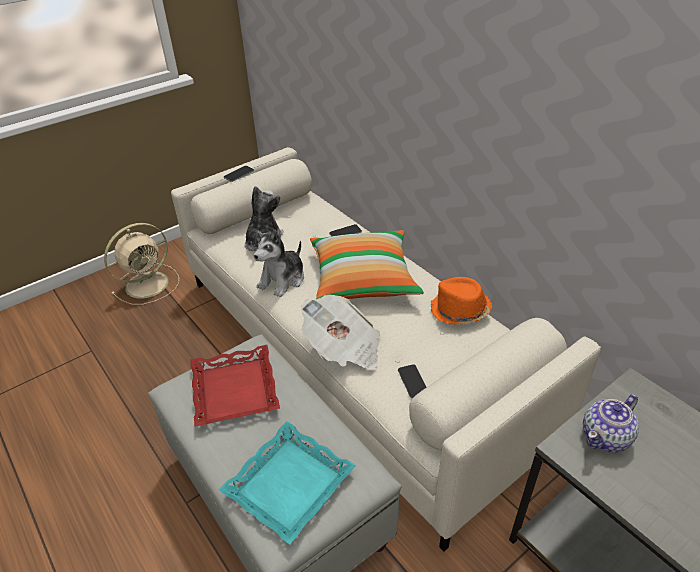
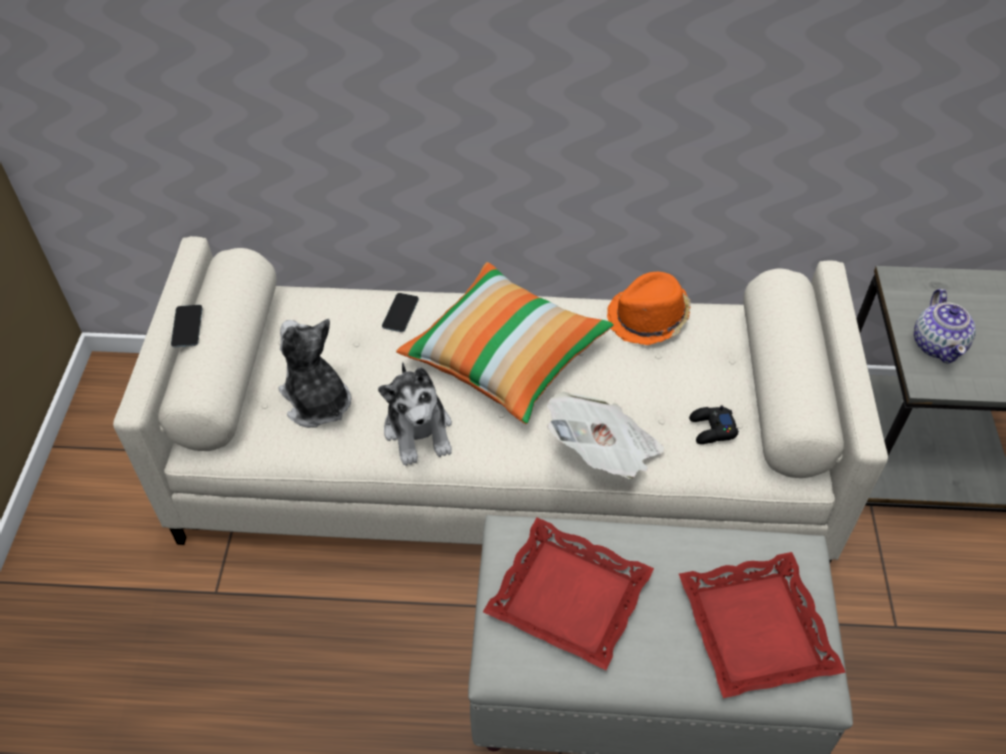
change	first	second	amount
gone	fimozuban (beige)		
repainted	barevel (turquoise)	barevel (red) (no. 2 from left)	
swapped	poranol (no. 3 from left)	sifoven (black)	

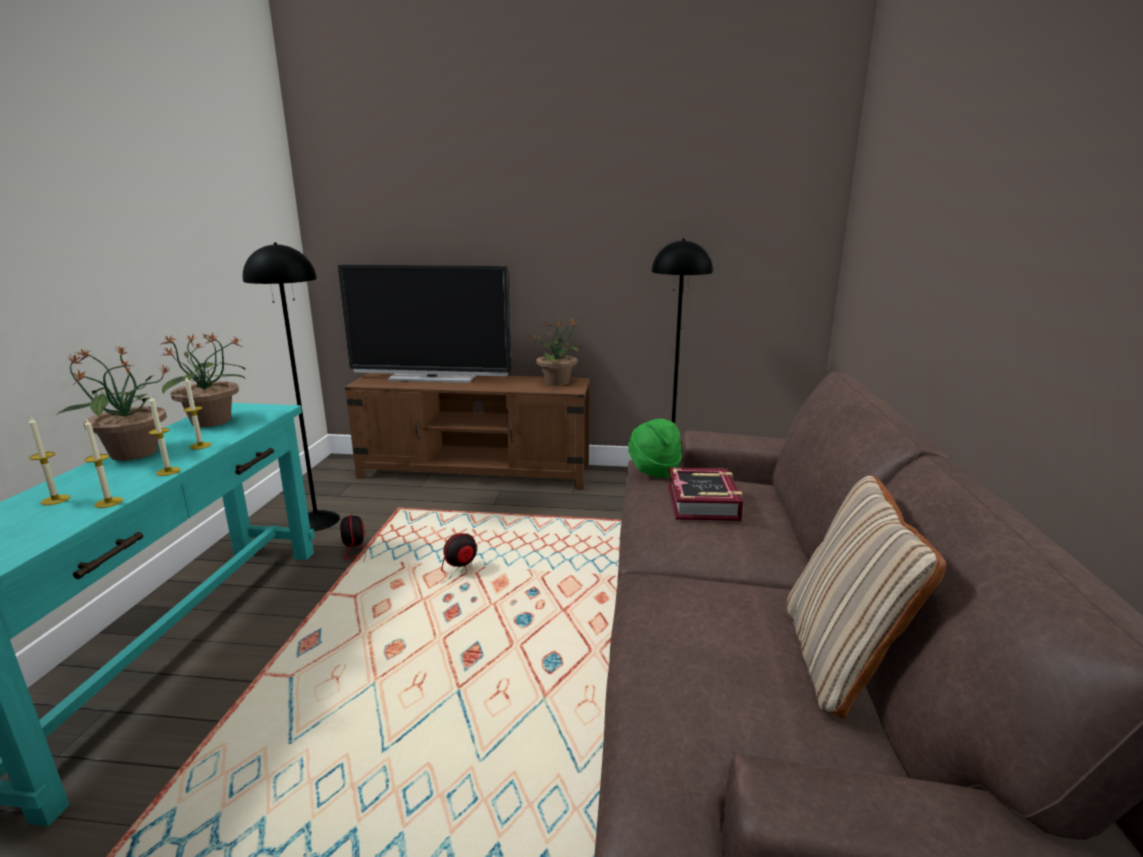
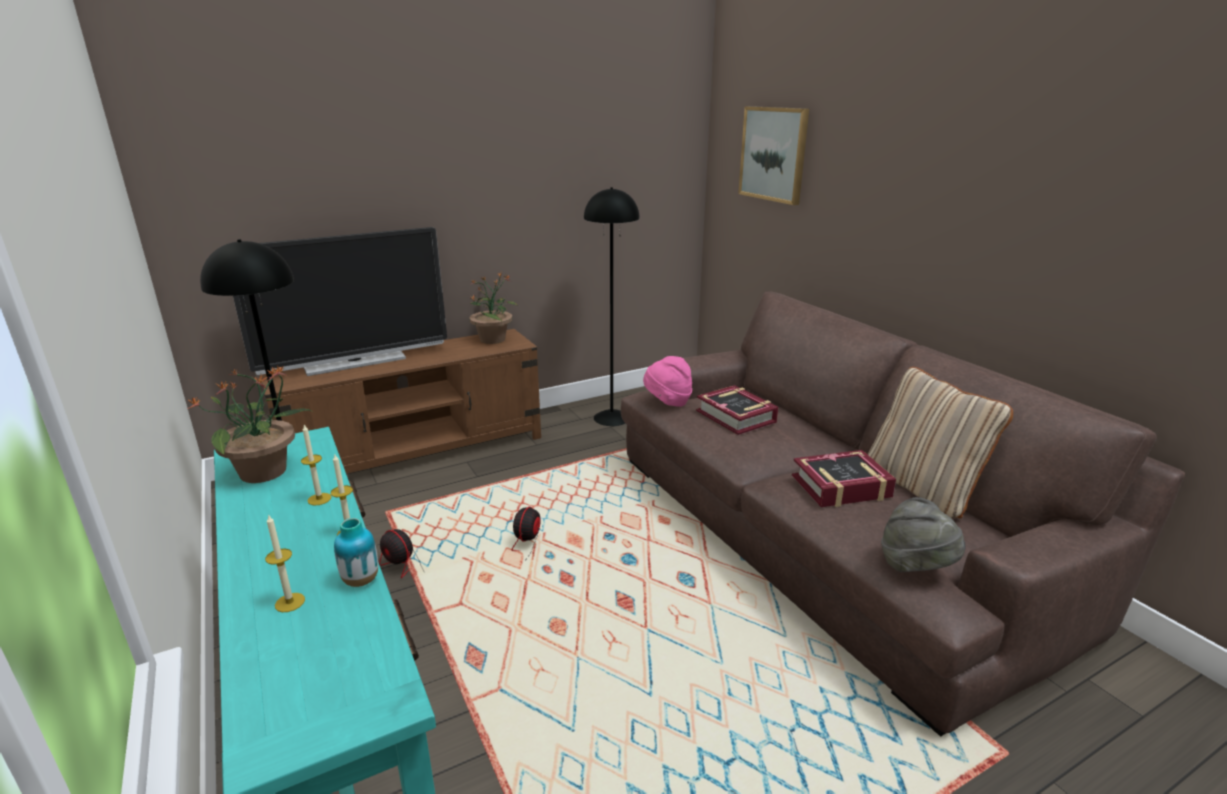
change	first	second	amount
gone	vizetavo (no. 1 from left)		
swapped	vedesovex (no. 2 from left)	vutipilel	
repainted	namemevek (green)	namemevek (pink)	
new		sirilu	
new		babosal (no. 2 from left)	
new		namemevek (grey)	

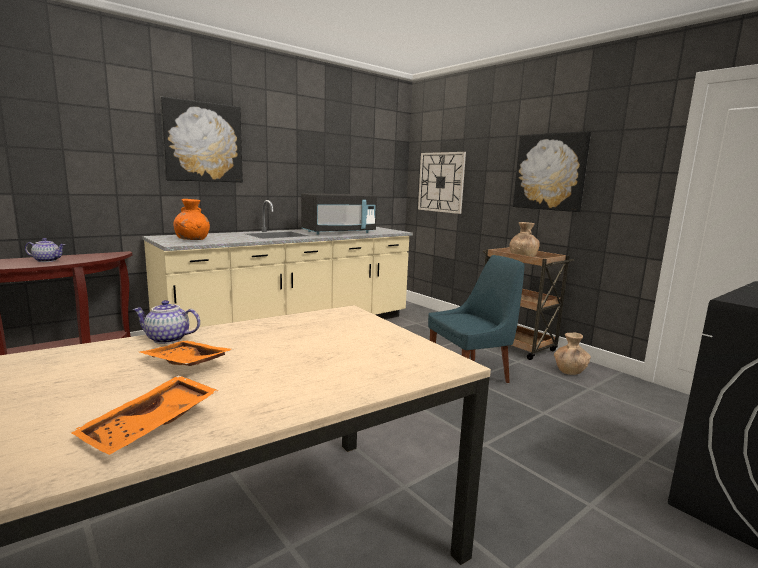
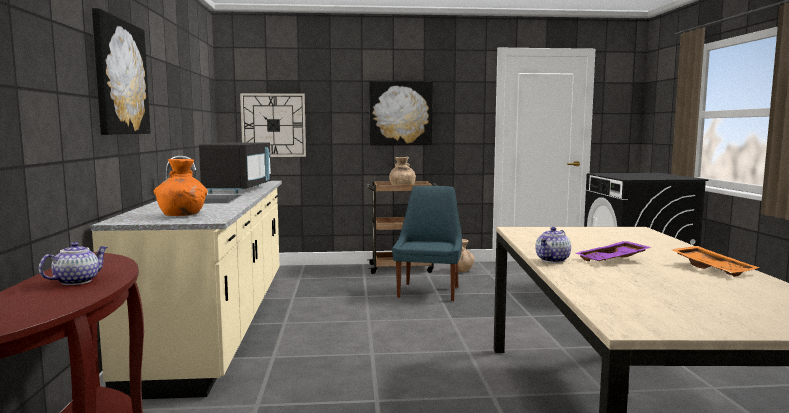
change	first	second	amount
repainted	barevel (orange) (no. 2 from left)	barevel (purple)	

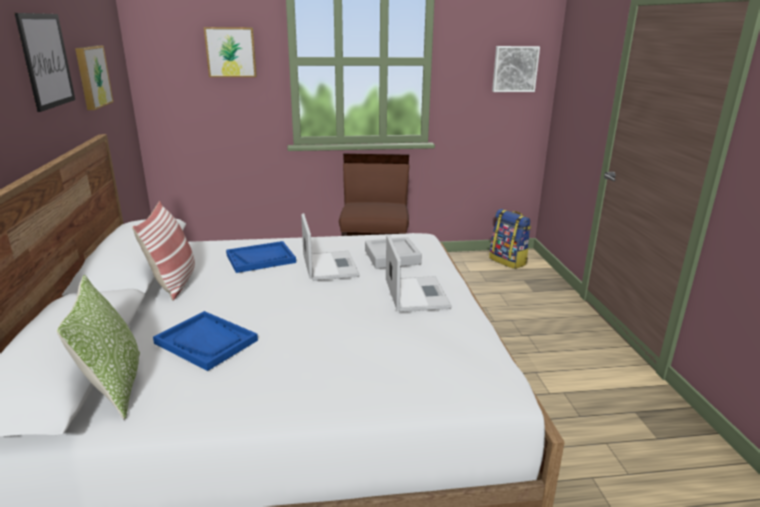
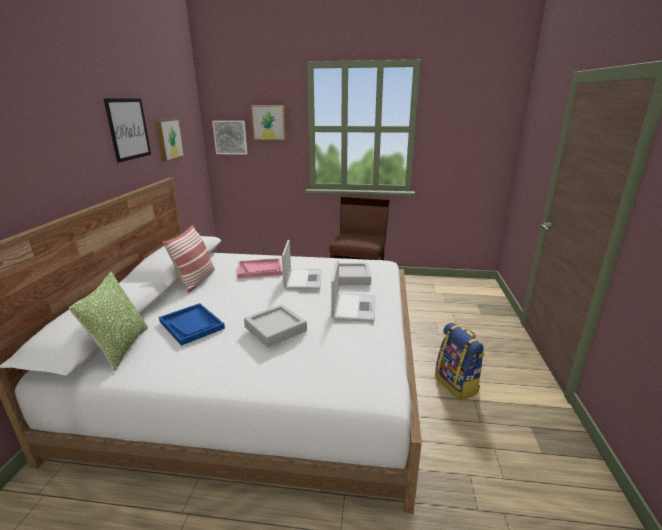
change	first	second	amount
repainted	barevel (blue) (no. 2 from left)	barevel (pink)	
shifted	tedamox		
shifted	sirilu (no. 4 from left in the first image)	sirilu (no. 3 from left)	
new		barevel (grey) (no. 1 from left)	

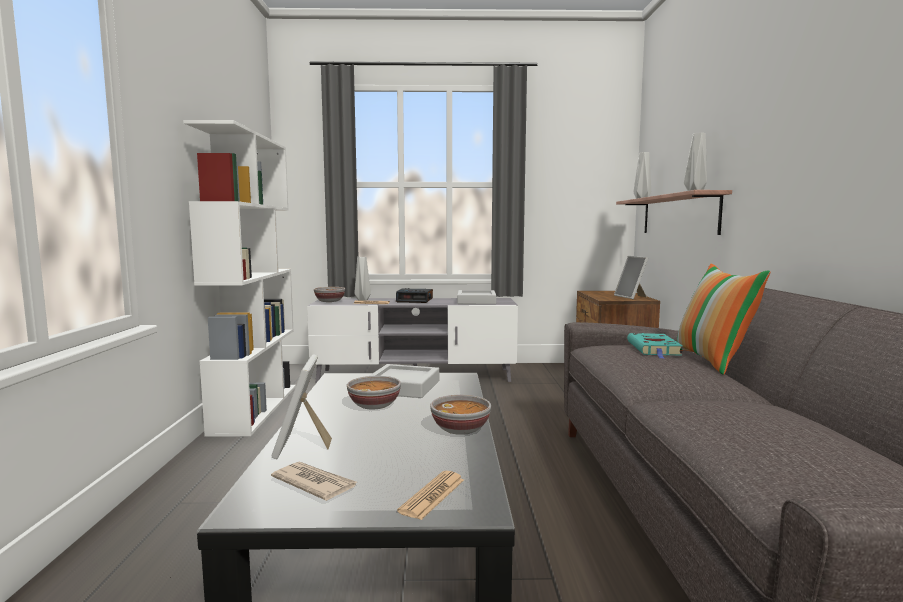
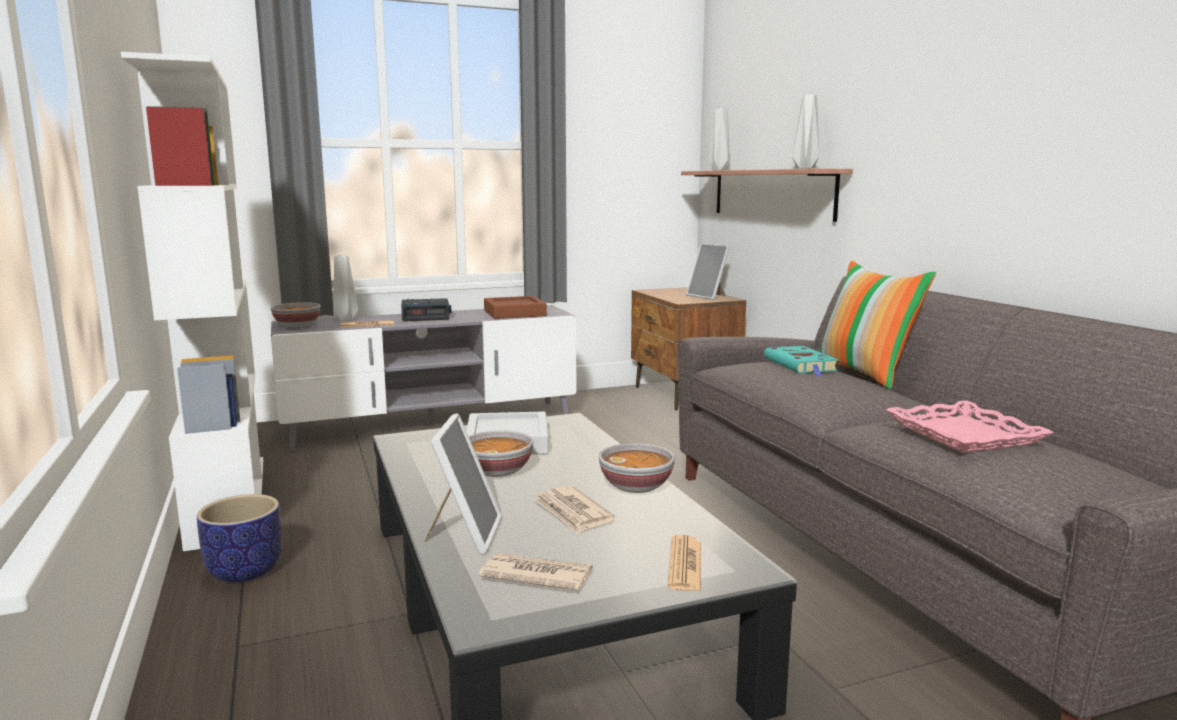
change	first	second	amount
rotated	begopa (no. 1 from left)		150 degrees counterclockwise
repainted	barevel (grey) (no. 2 from left)	barevel (brown)	
new		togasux	
new		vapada (no. 3 from left)	
new		barevel (pink)	

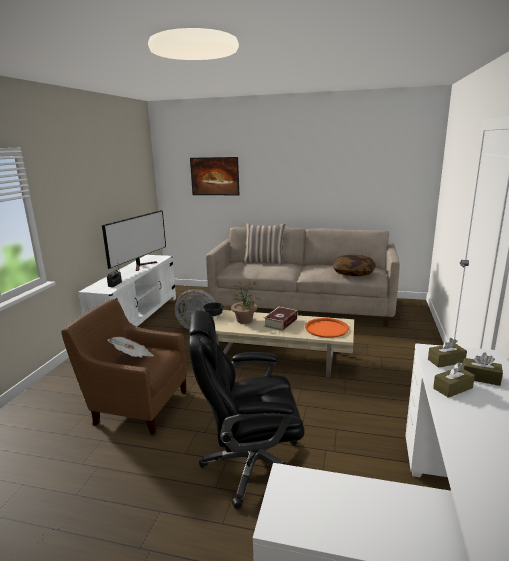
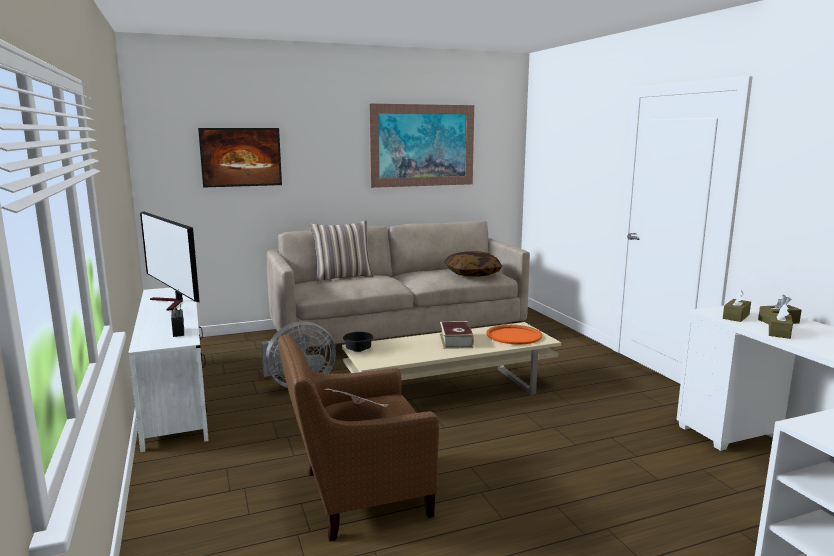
change	first	second	amount
rotated	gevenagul		150 degrees clockwise
gone	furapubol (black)		
gone	vizetavo		
new		sirilu (no. 2 from left)	

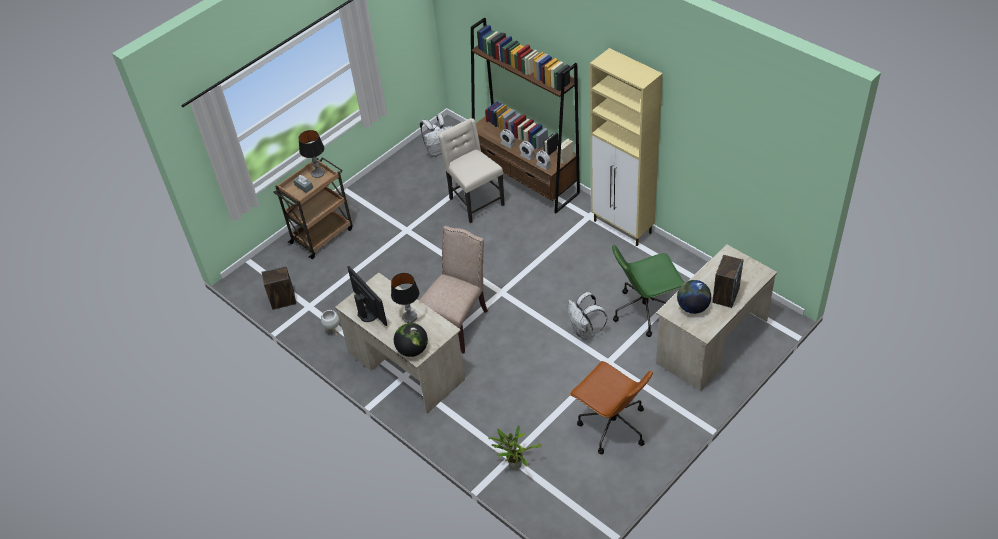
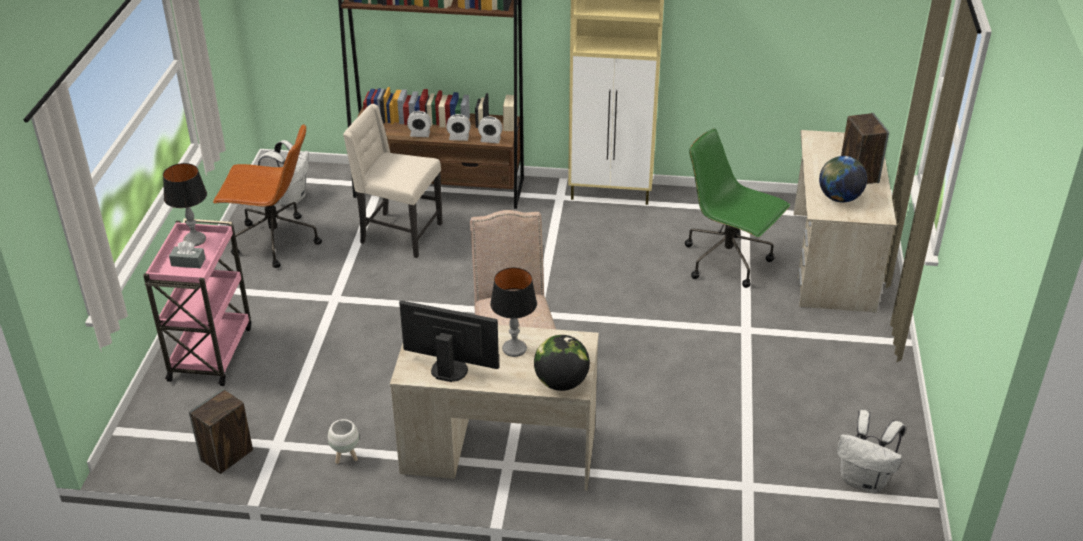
change	first	second	amount
repainted	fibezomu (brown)	fibezomu (pink)	
gone	vizetavo		
shifted	tedamox (white) (no. 2 from left)		
shifted	furapubol (brown)		
rotated	furapubol (green)		90 degrees clockwise

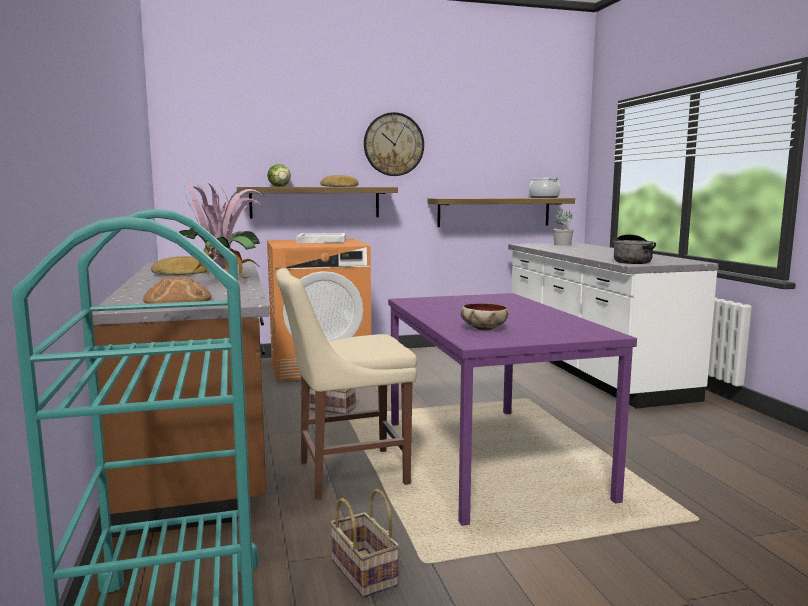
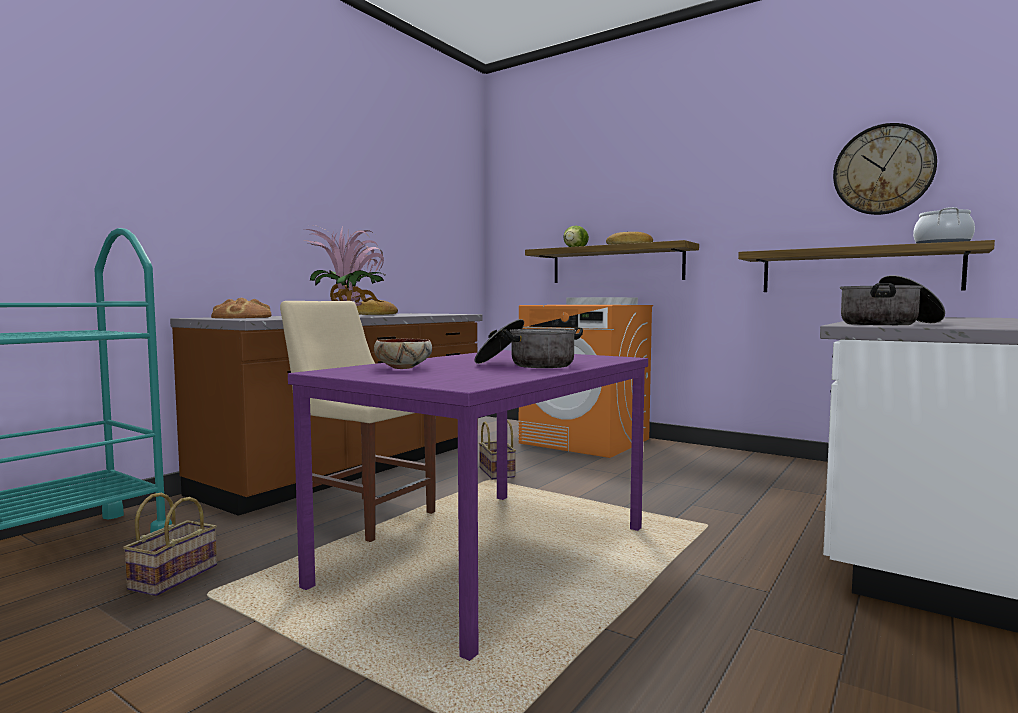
change	first	second	amount
shifted	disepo		
gone	vizetavo (no. 2 from left)		
new		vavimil (no. 1 from left)	

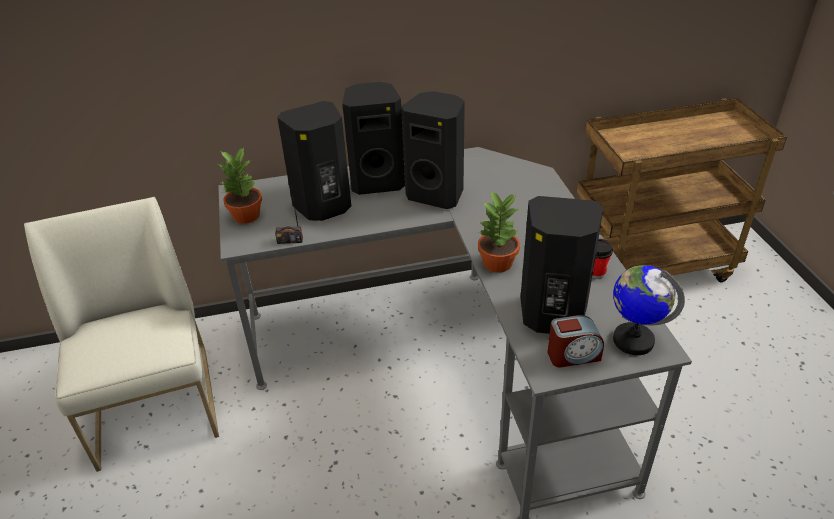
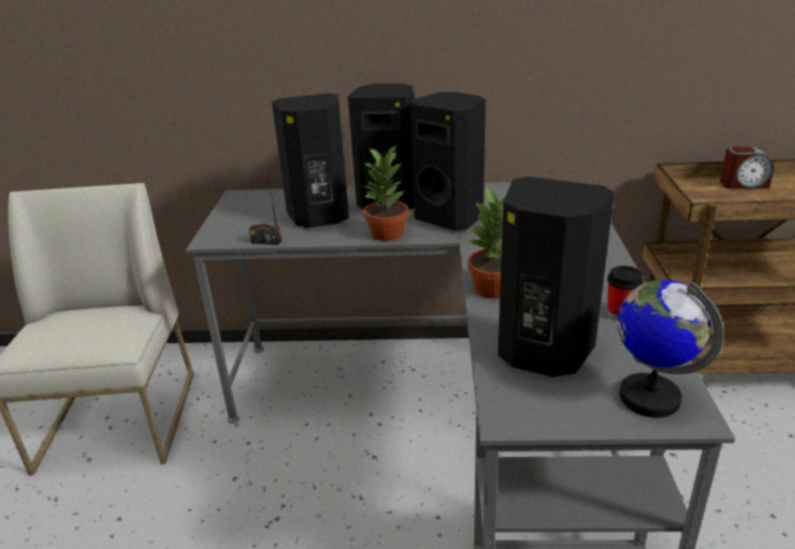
change	first	second	amount
shifted	vizetavo (no. 1 from left)		
shifted	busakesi		

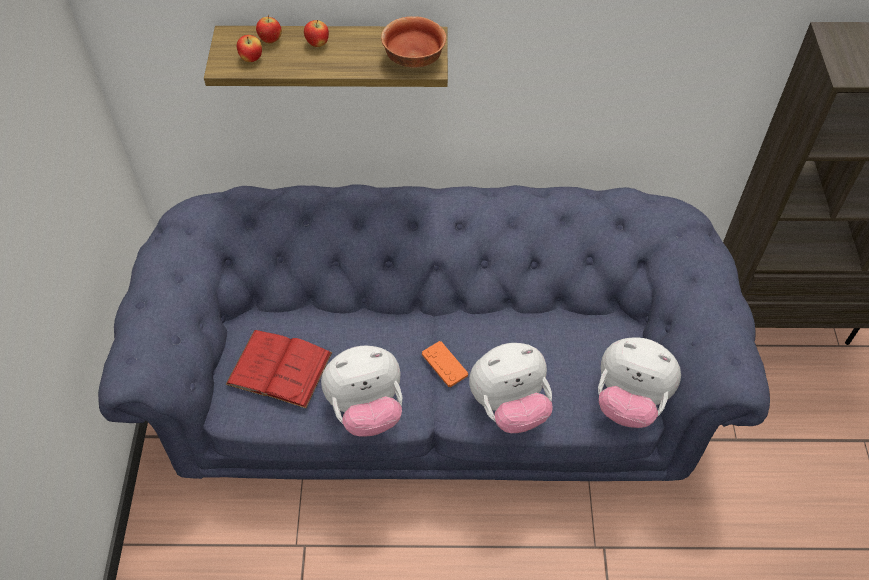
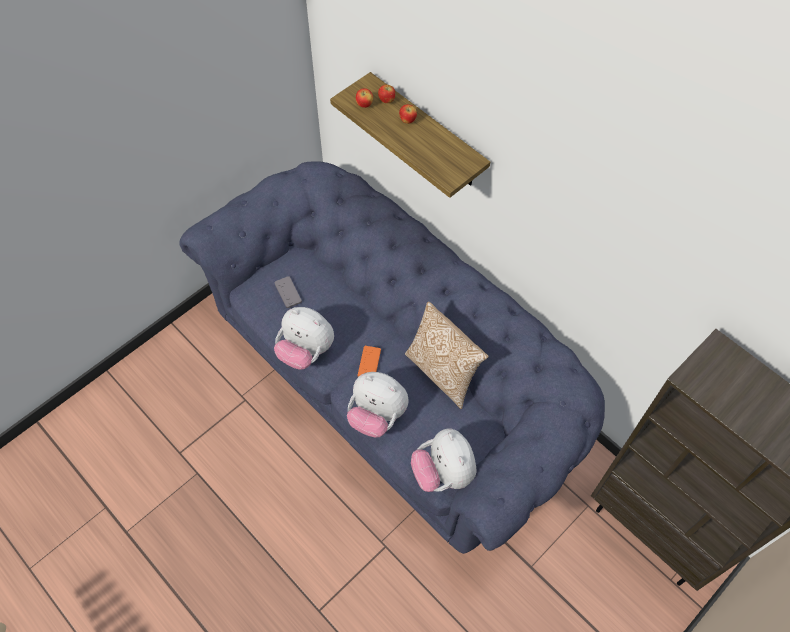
change	first	second	amount
swapped	babosal (red)	sifoven (grey)	
gone	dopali		
new		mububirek	

